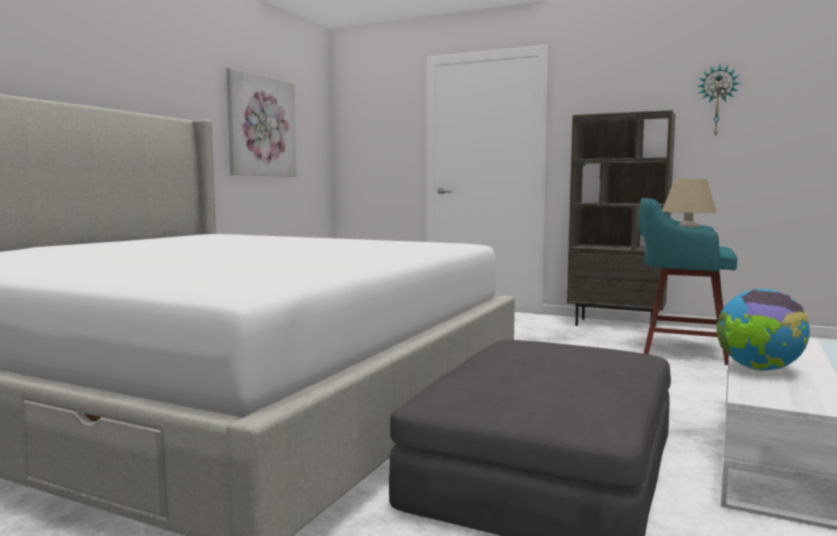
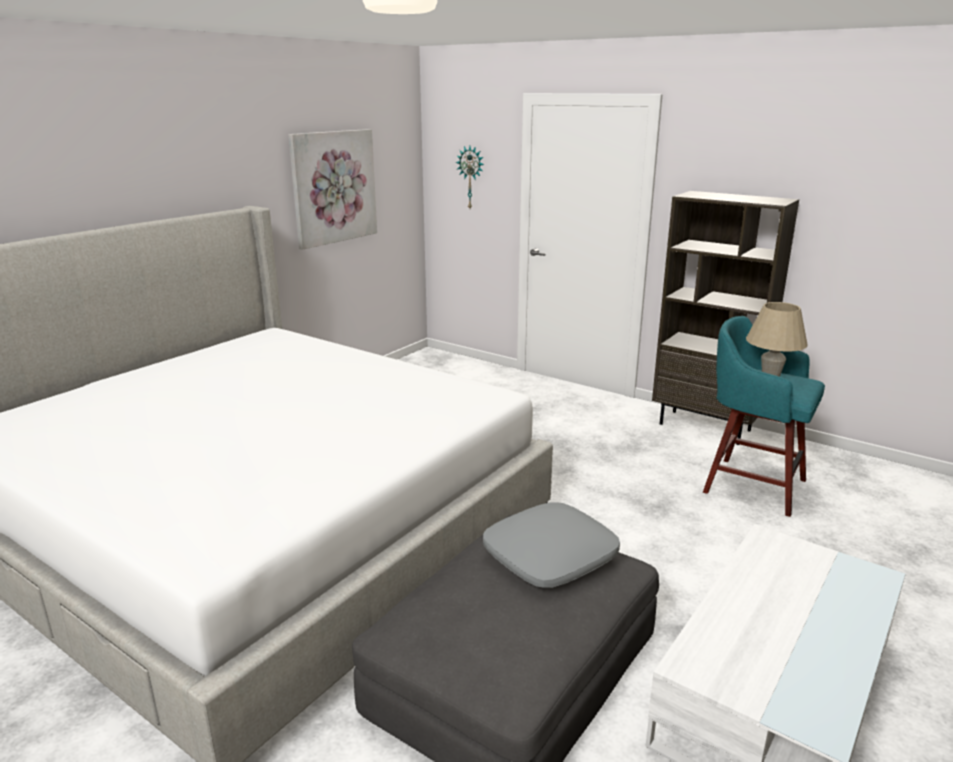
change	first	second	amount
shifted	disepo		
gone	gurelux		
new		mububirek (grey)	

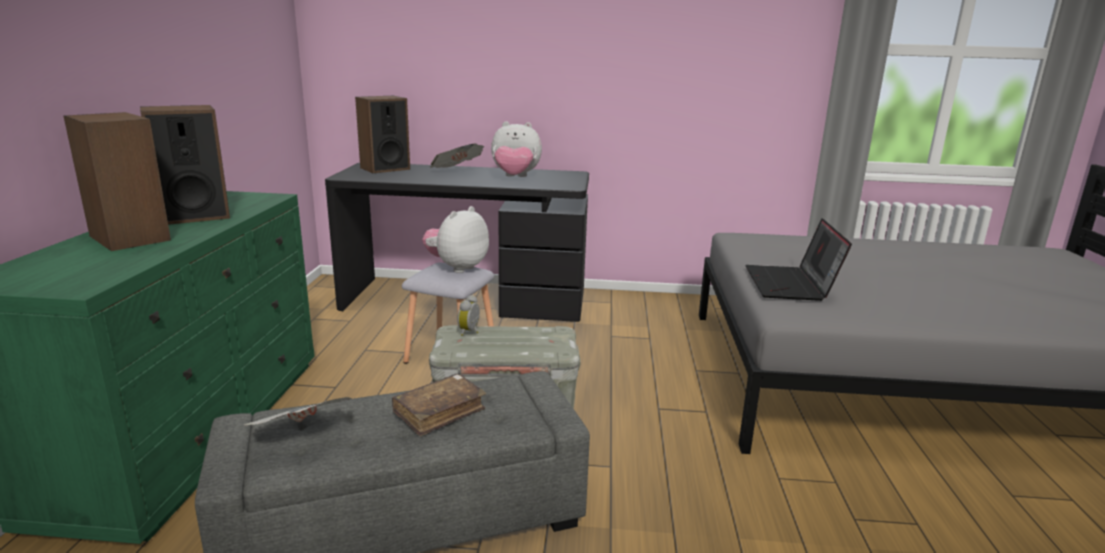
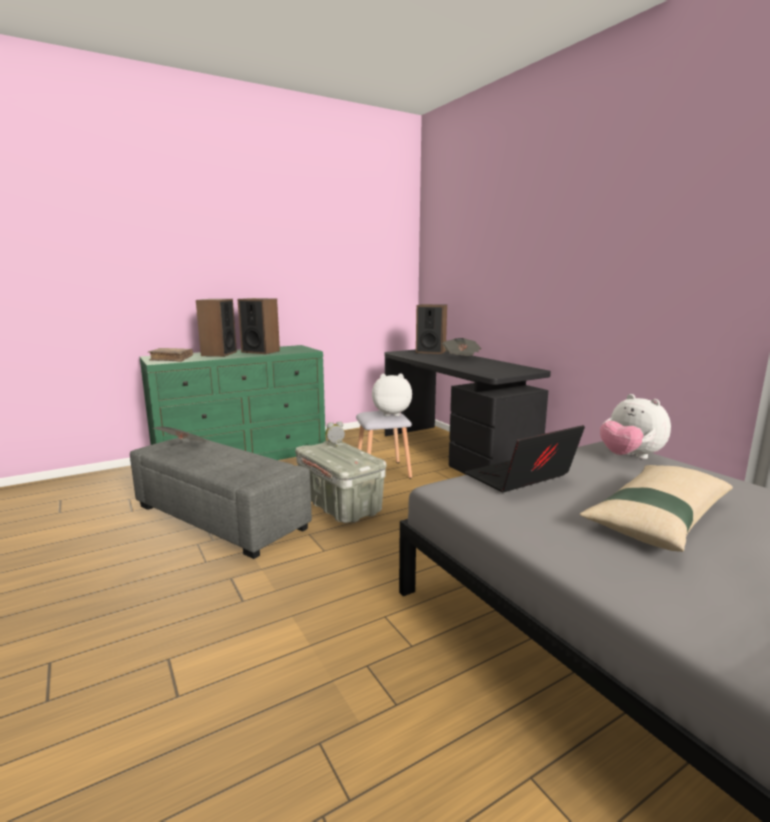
change	first	second	amount
shifted	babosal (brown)		
shifted	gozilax (no. 2 from left)		
new		mububirek (beige)	

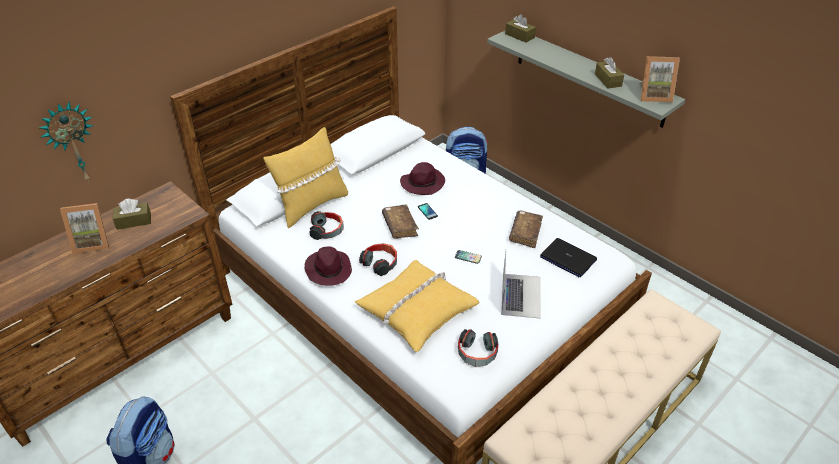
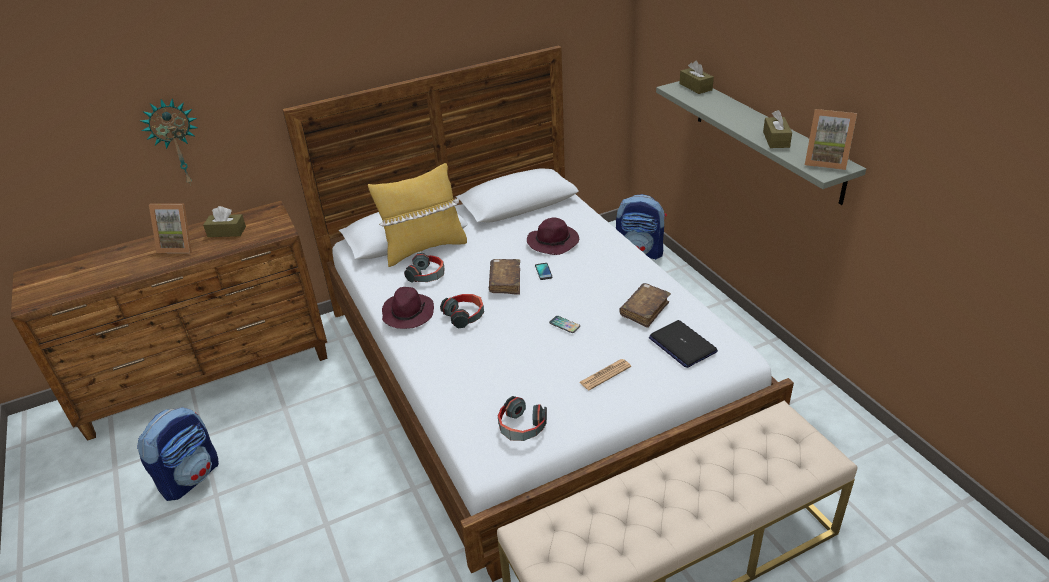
change	first	second	amount
gone	mububirek (yellow) (no. 2 from left)		
swapped	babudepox (no. 1 from left)	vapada	

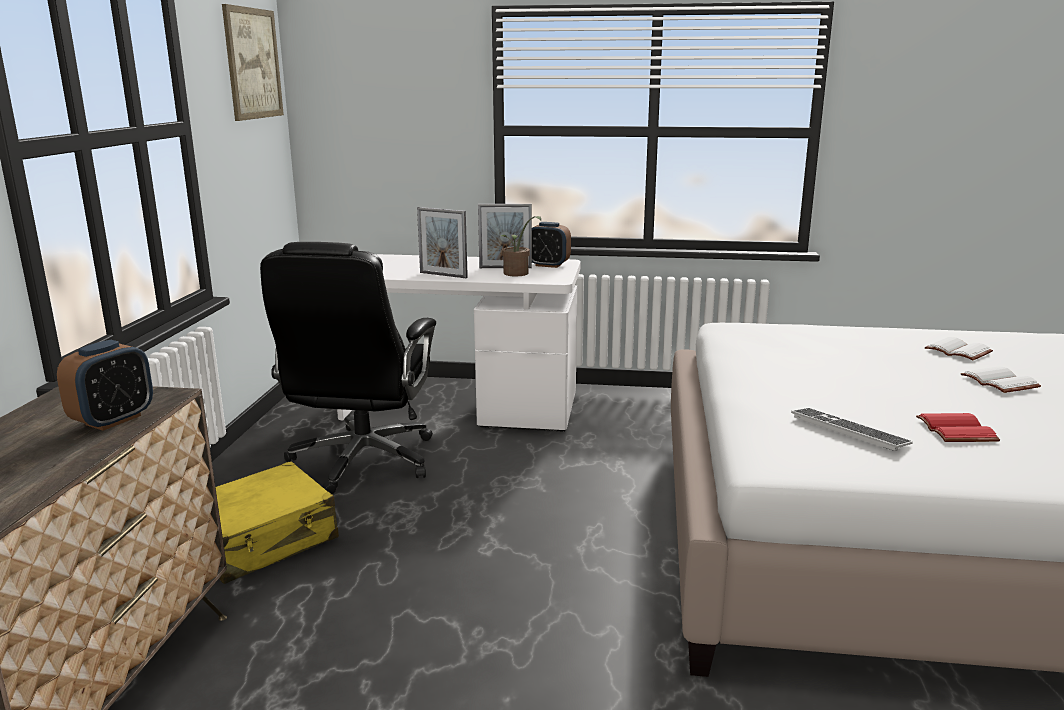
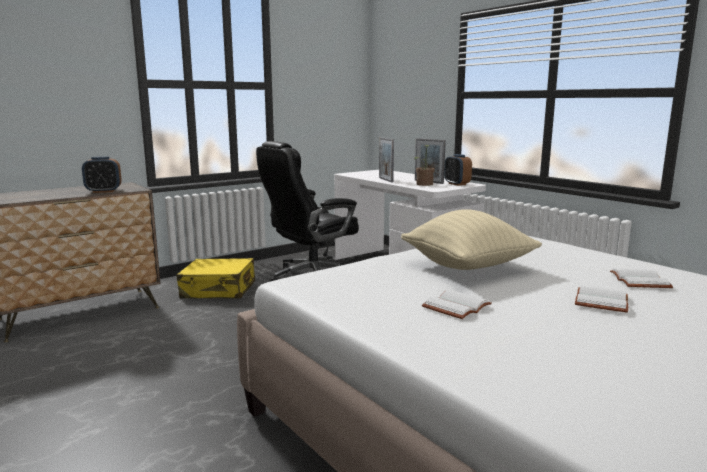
change	first	second	amount
gone	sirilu		
gone	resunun		
repainted	babosal (red)	babosal (white) (no. 1 from left)	
new		mububirek (beige)	

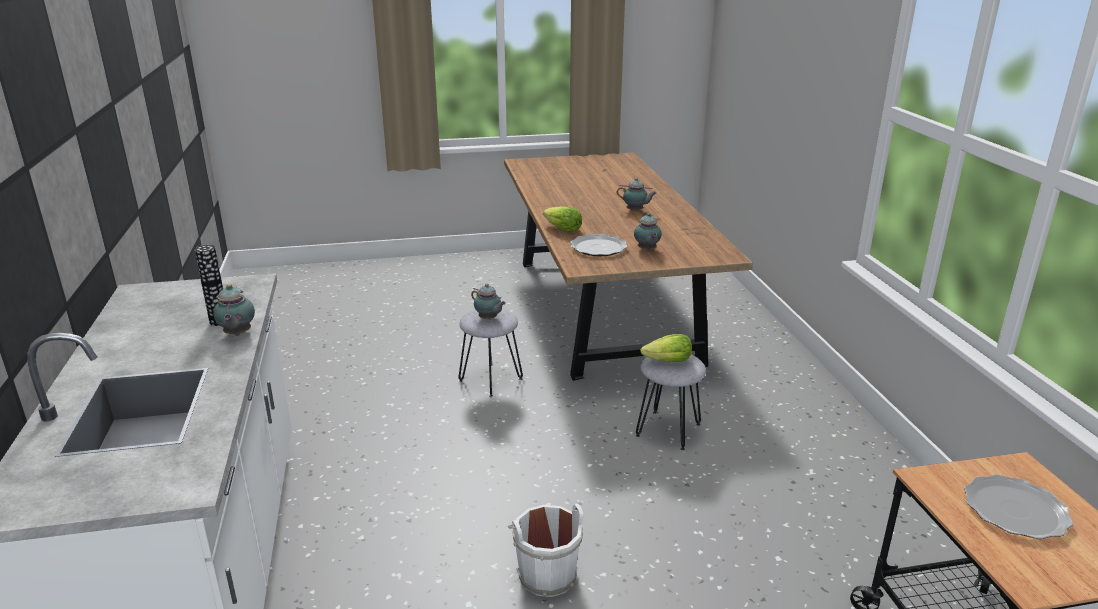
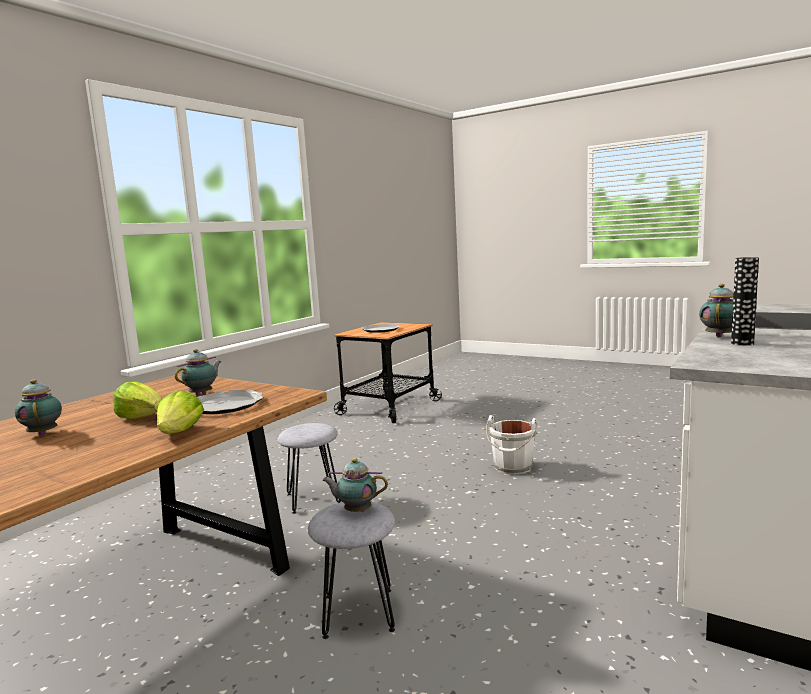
change	first	second	amount
rotated	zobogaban (no. 2 from left in the first image)	zobogaban (no. 3 from left)	75 degrees counterclockwise
shifted	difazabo (no. 2 from left in the first image)	difazabo (no. 1 from left)	

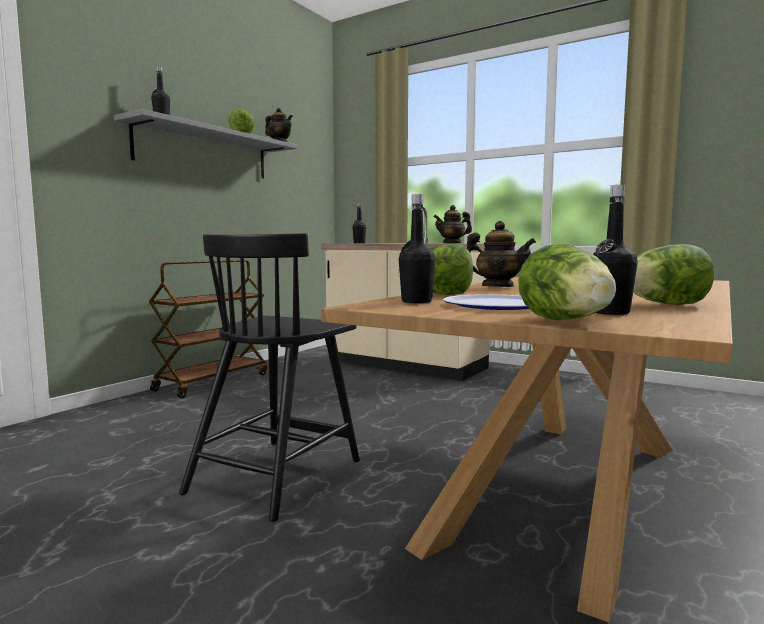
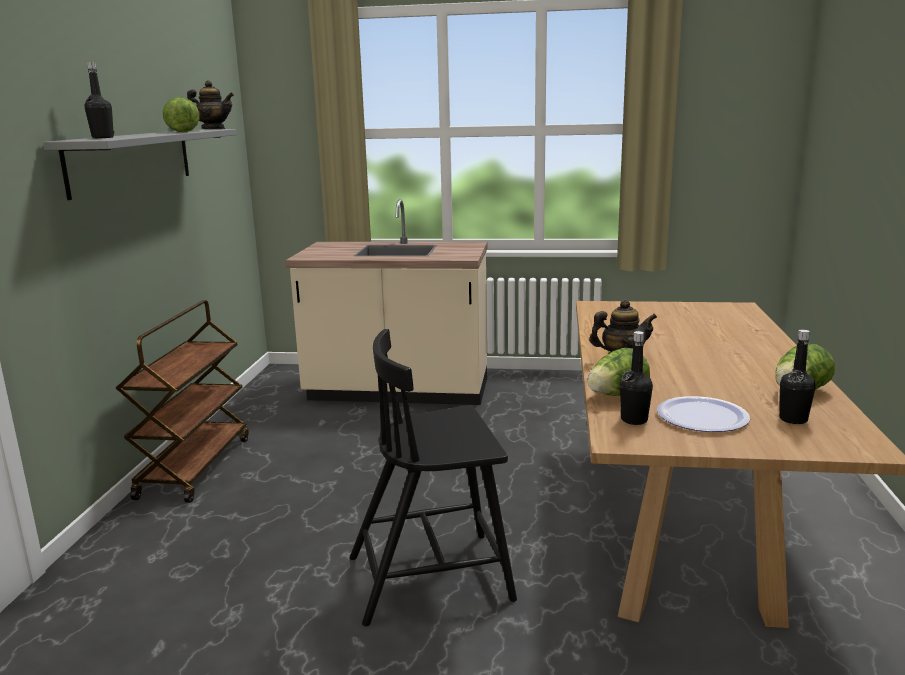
change	first	second	amount
rotated	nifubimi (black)		75 degrees clockwise
gone	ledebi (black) (no. 2 from left)		
gone	zobogaban (no. 2 from left)		
gone	difazabo (no. 3 from left)		

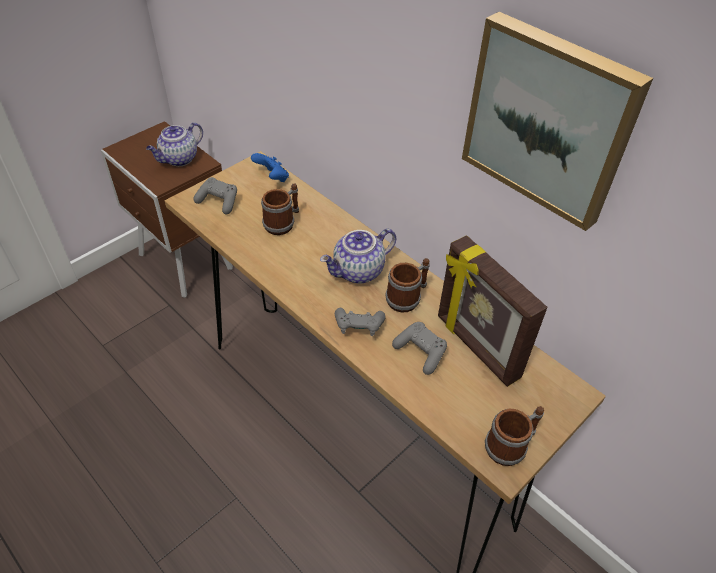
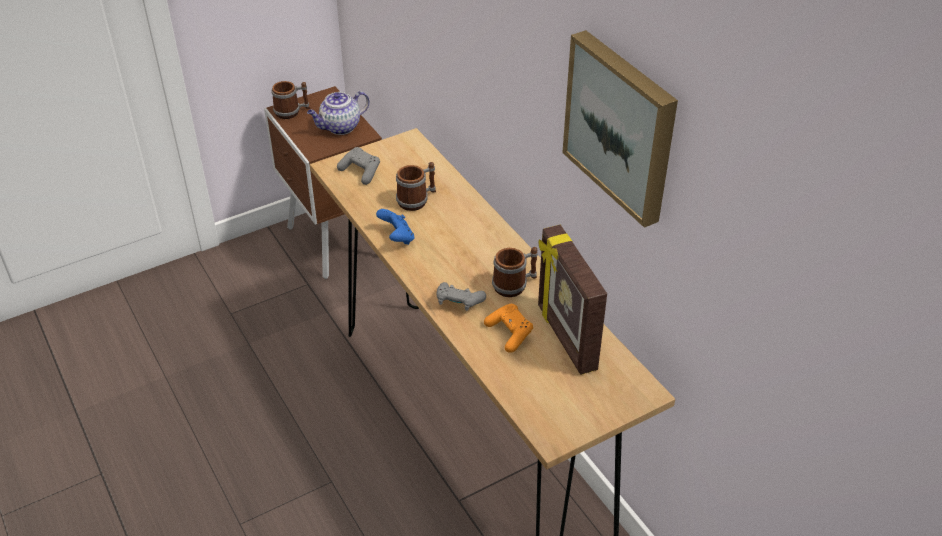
change	first	second	amount
shifted	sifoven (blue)		
gone	zobogaban (no. 2 from left)		
repainted	sifoven (grey) (no. 3 from left)	sifoven (orange)	
shifted	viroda (no. 3 from left in the first image)	viroda (no. 1 from left)	

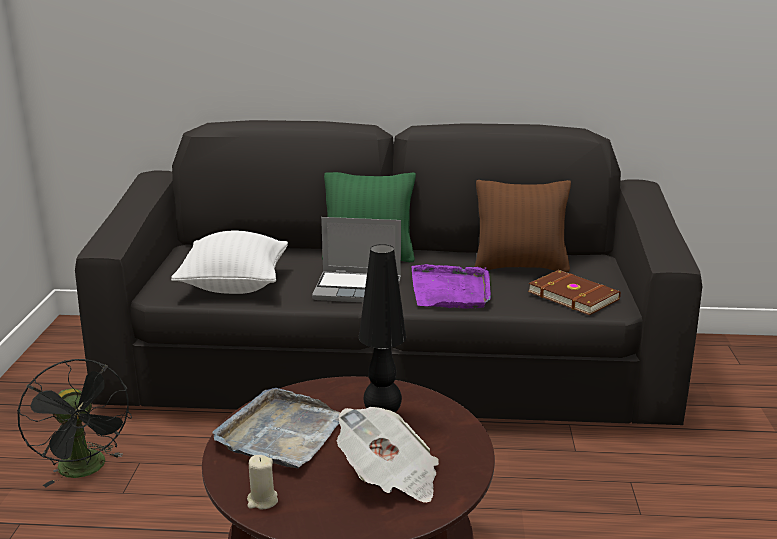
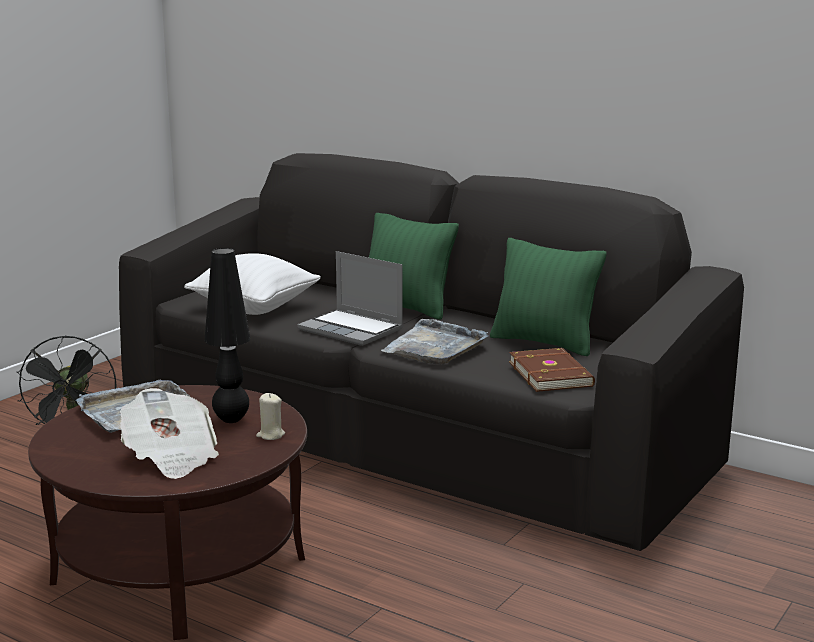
change	first	second	amount
shifted	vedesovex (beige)		
repainted	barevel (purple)	barevel (grey) (no. 2 from left)	
repainted	mububirek (brown)	mububirek (green) (no. 2 from left)	

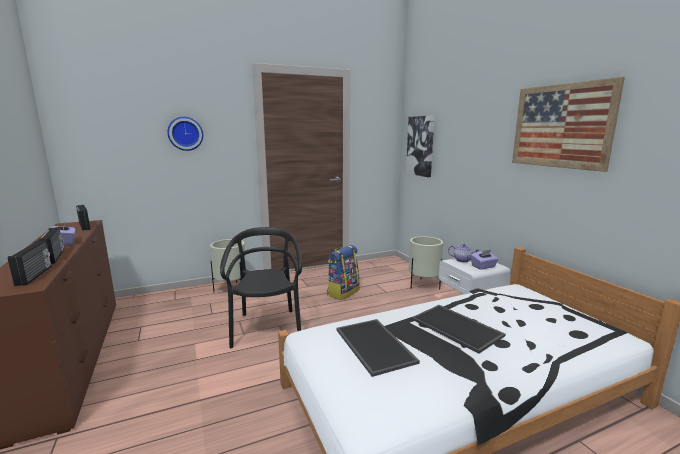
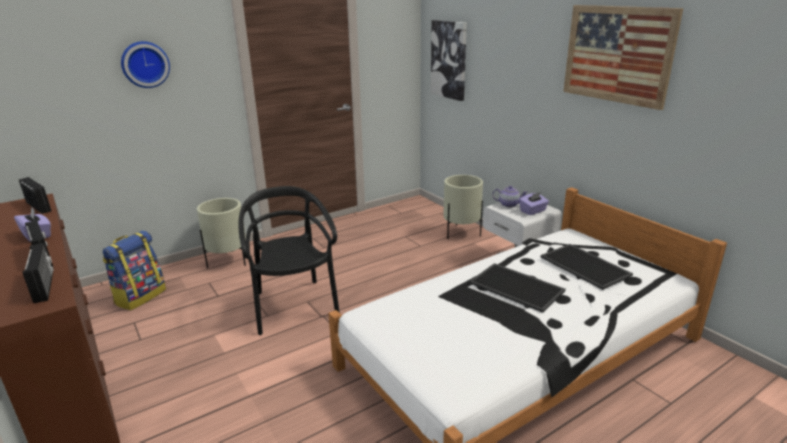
change	first	second	amount
shifted	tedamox		
shifted	barevel (no. 1 from left in the first image)	barevel (no. 2 from left)	

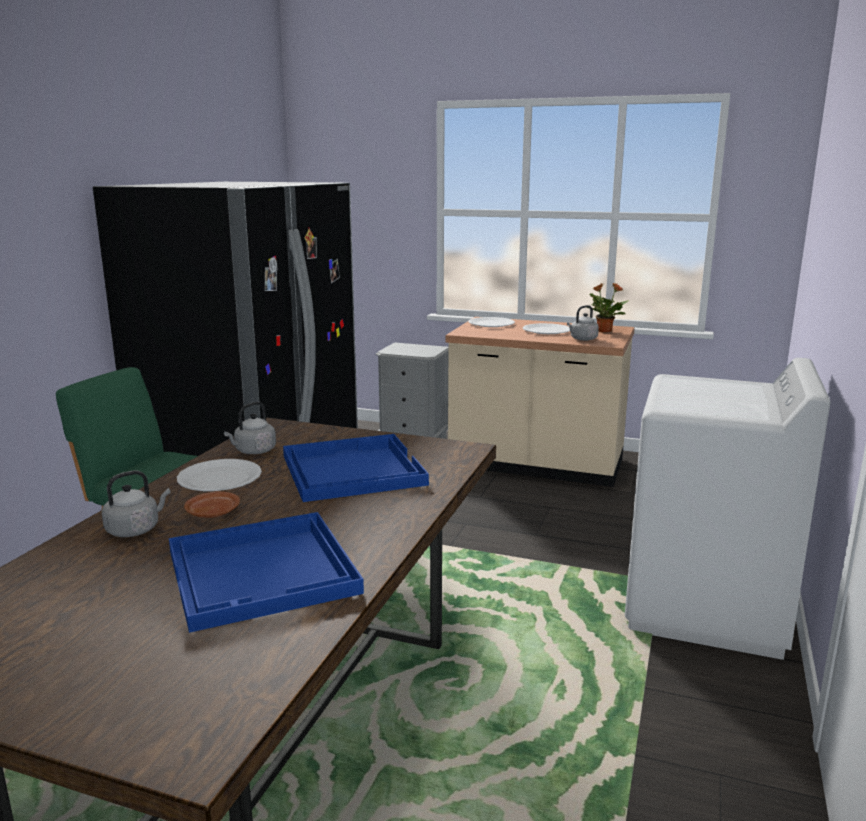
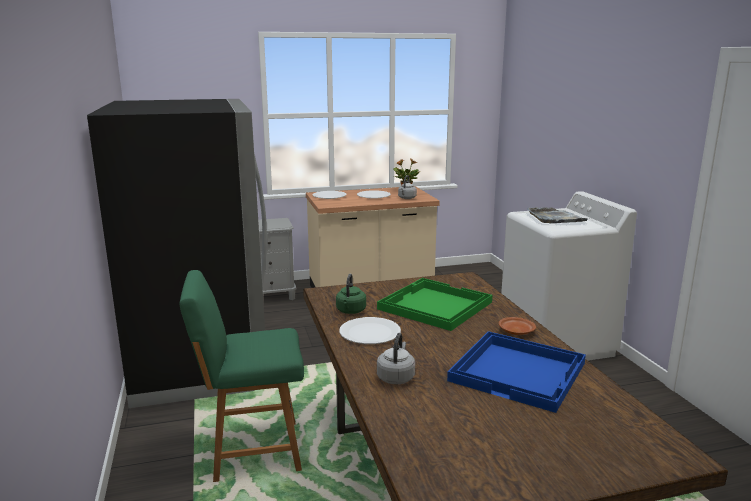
change	first	second	amount
shifted	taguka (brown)		
repainted	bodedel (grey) (no. 2 from left)	bodedel (green)	
repainted	barevel (blue) (no. 2 from left)	barevel (green)	
new		barevel (grey)	

